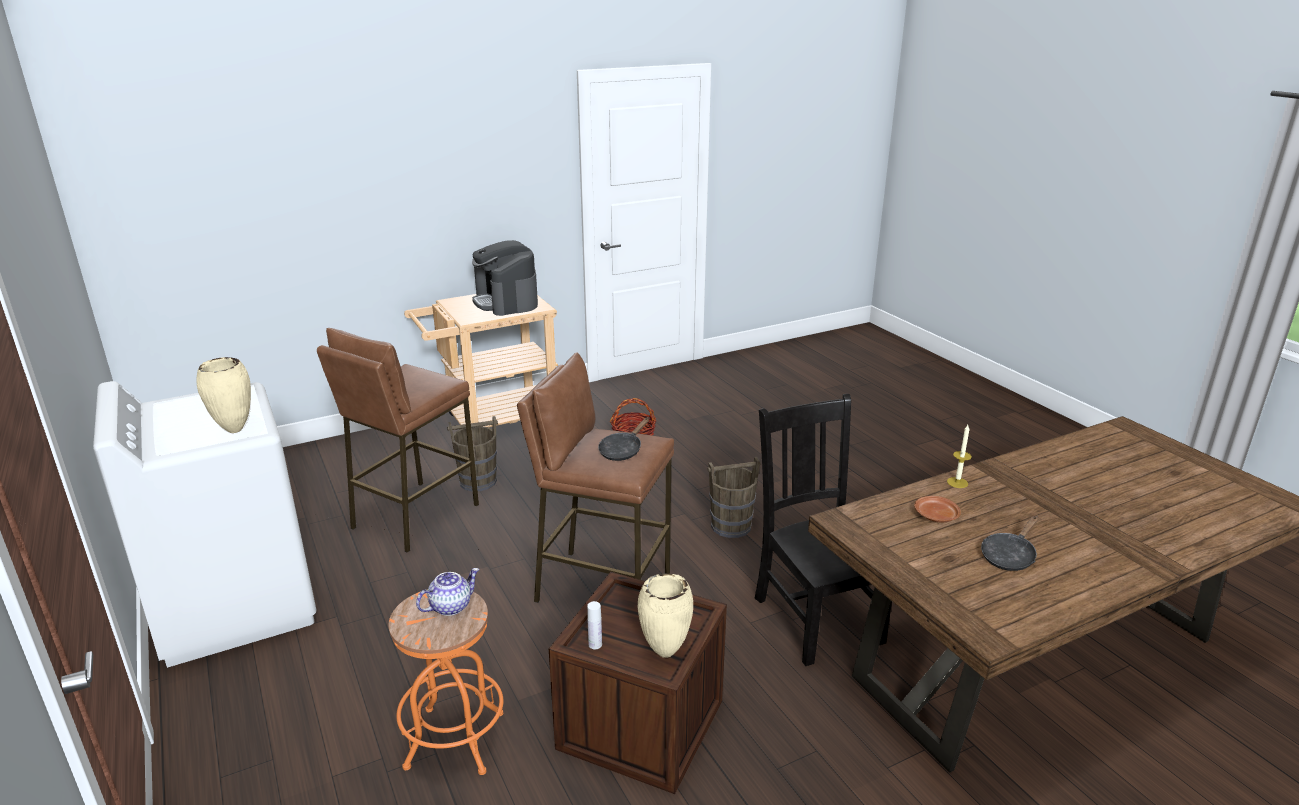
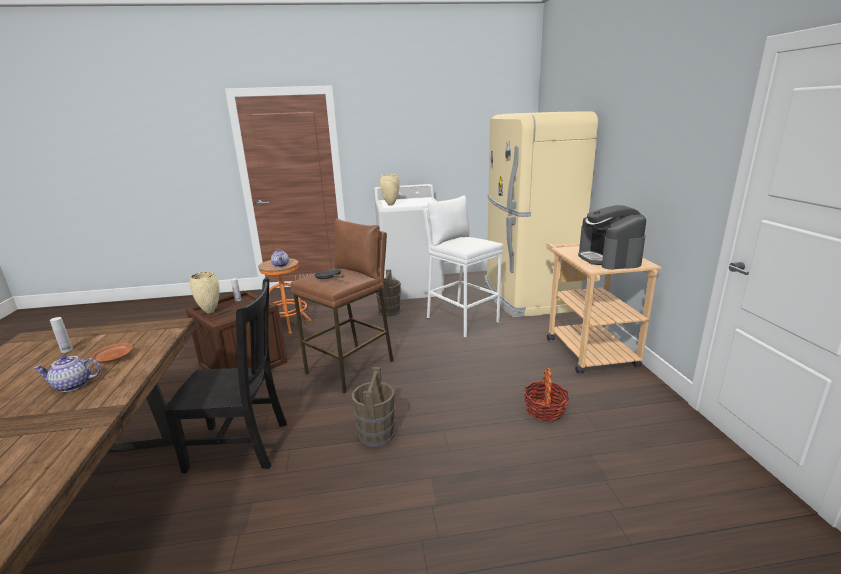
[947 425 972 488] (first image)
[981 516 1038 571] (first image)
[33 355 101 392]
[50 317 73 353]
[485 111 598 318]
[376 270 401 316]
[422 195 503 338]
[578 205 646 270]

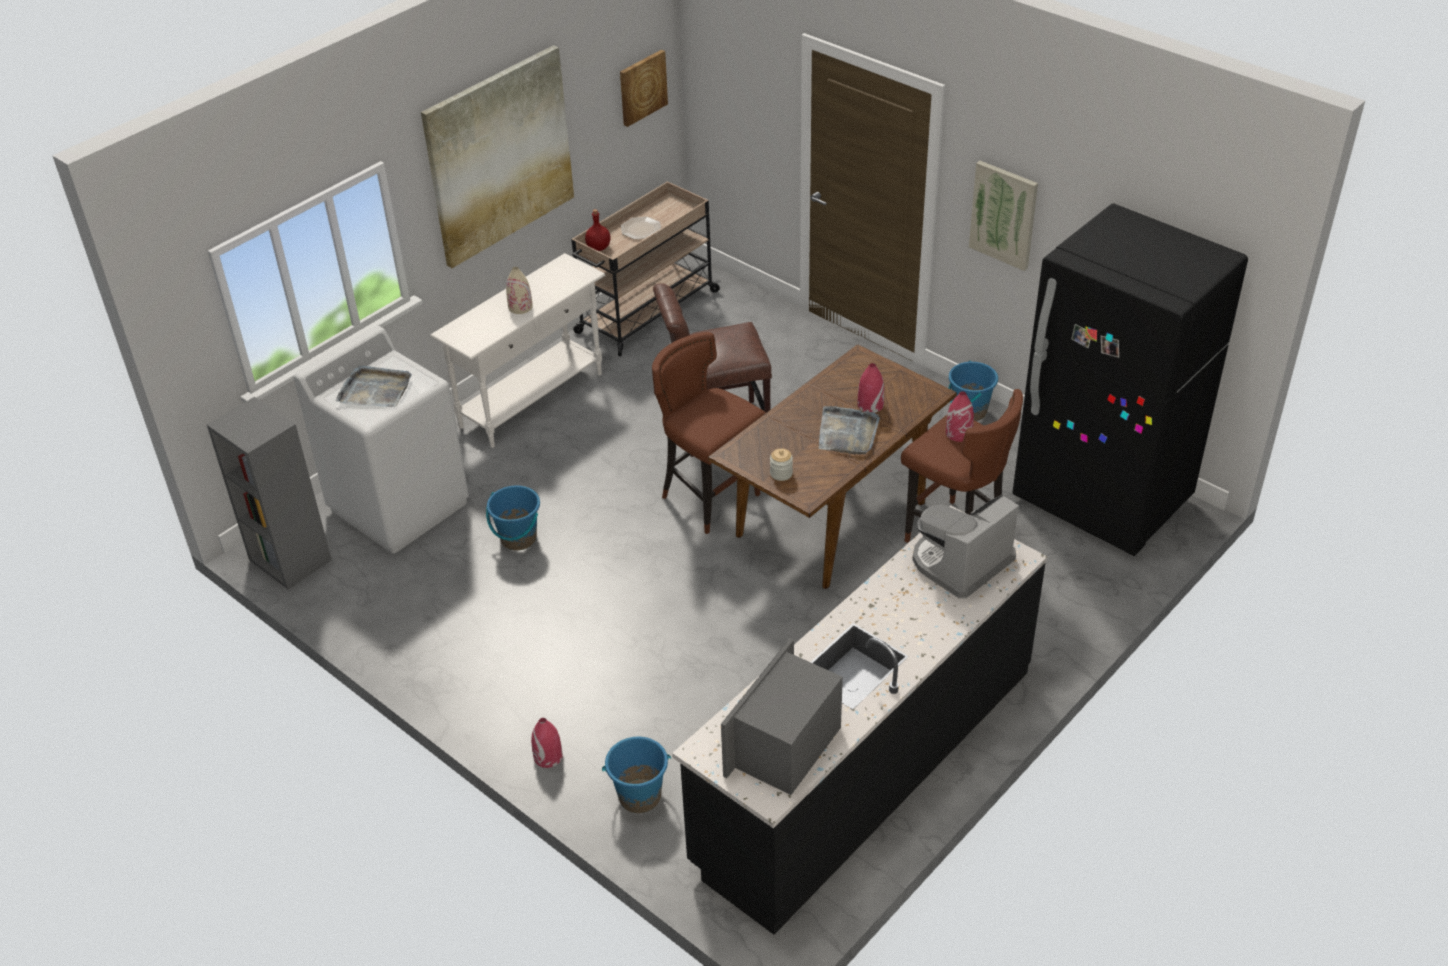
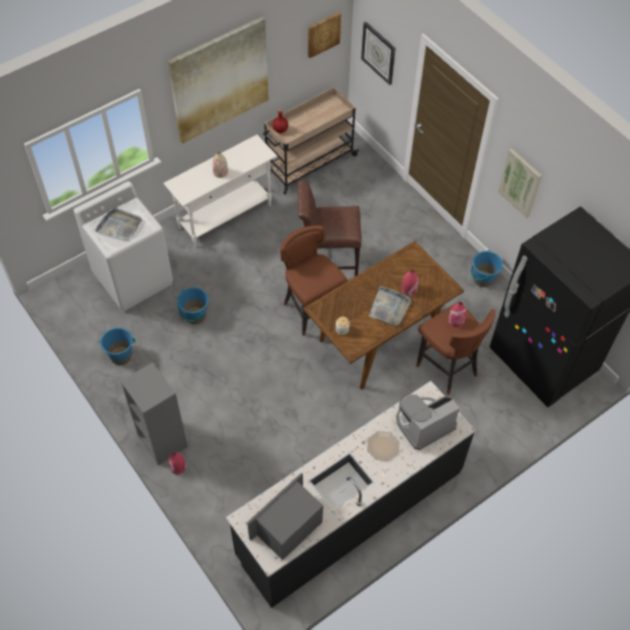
[361 22 395 85]
[121 362 188 465]
[99 327 136 365]
[367 431 399 461]

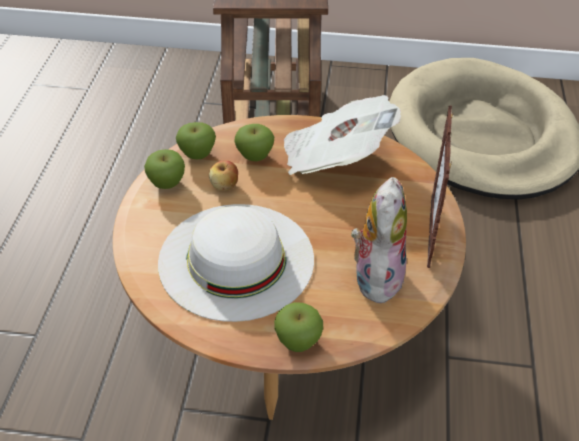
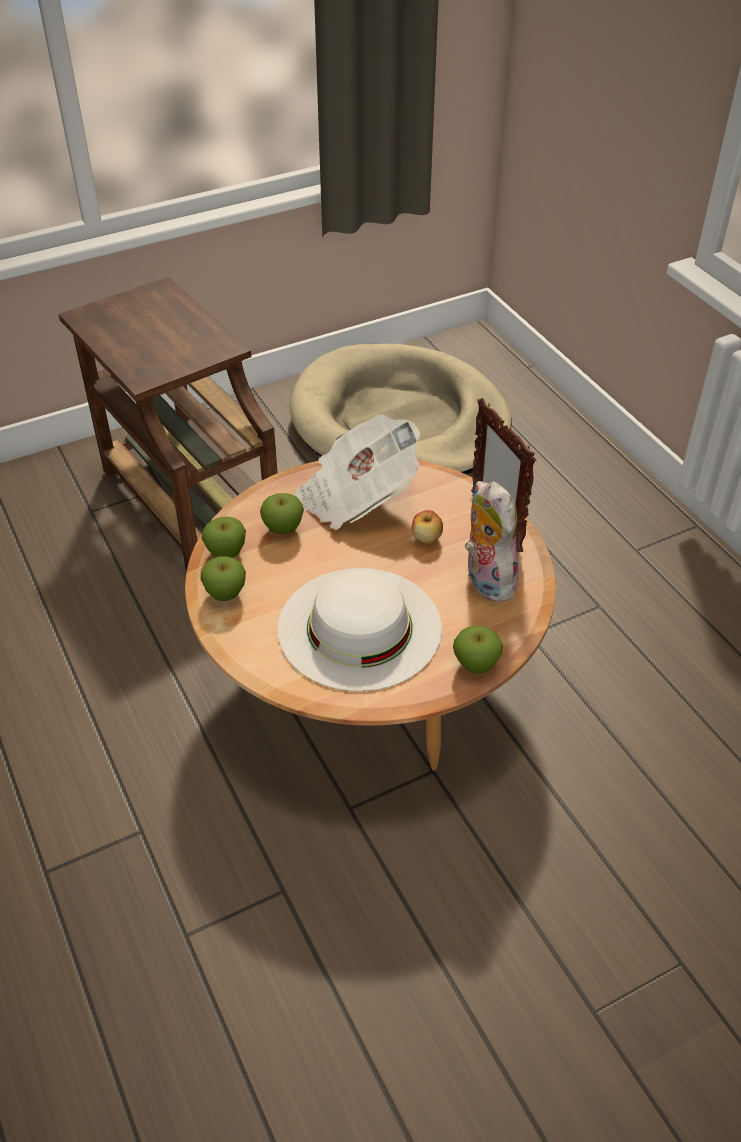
[412 510 443 543]

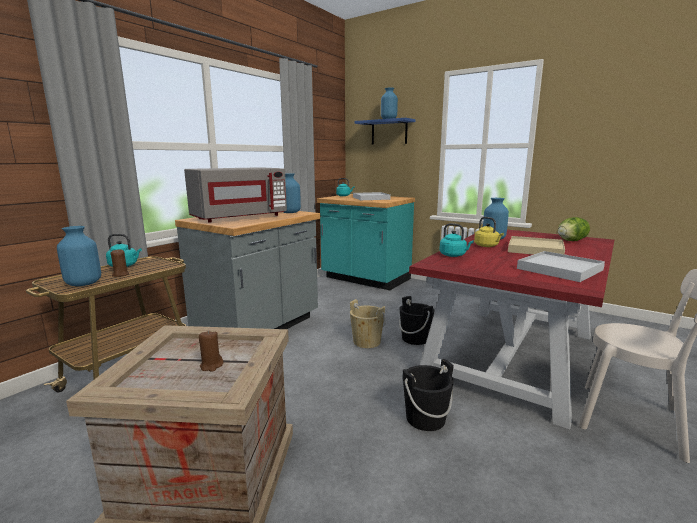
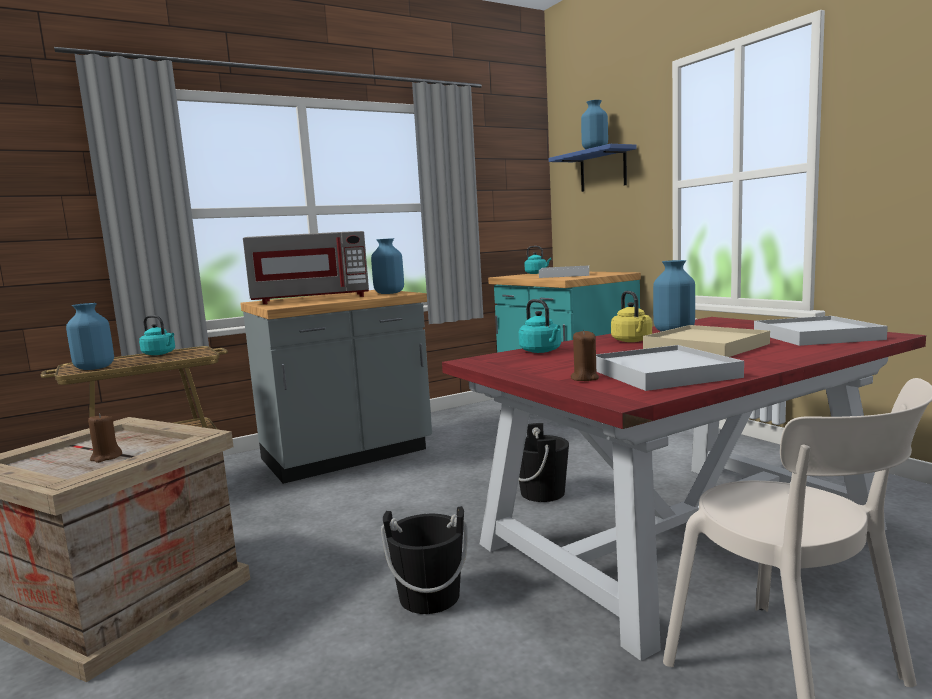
[350 299 386 348] (first image)
[571 330 599 381]
[754 316 888 346]

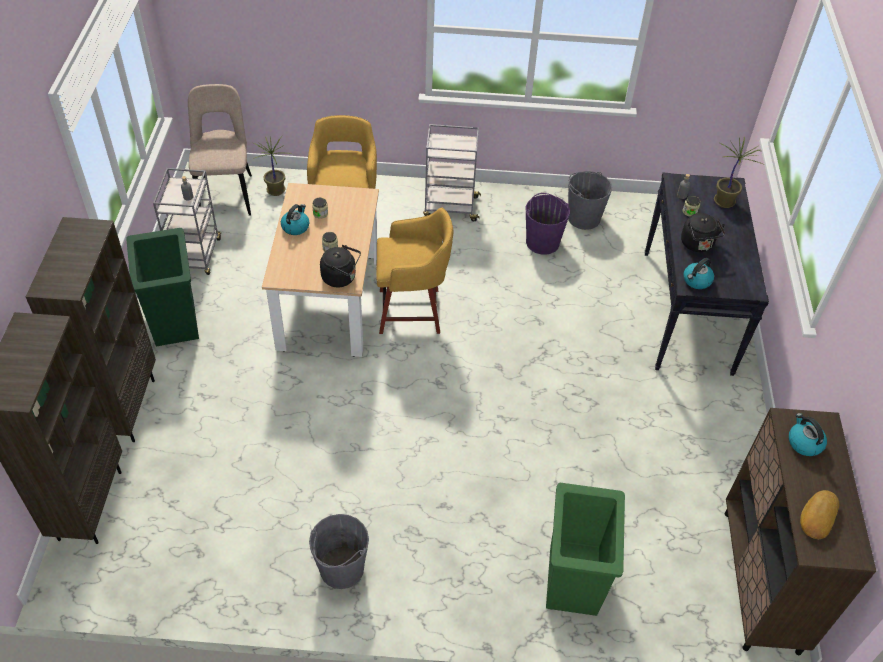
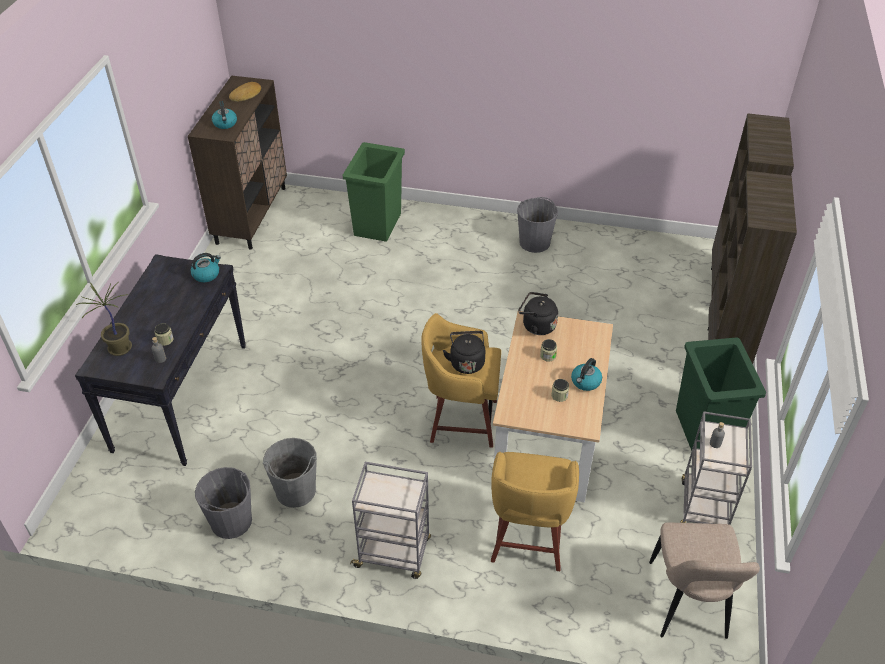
[252 136 292 196] (first image)
[443 331 485 374]
[263 438 317 508]

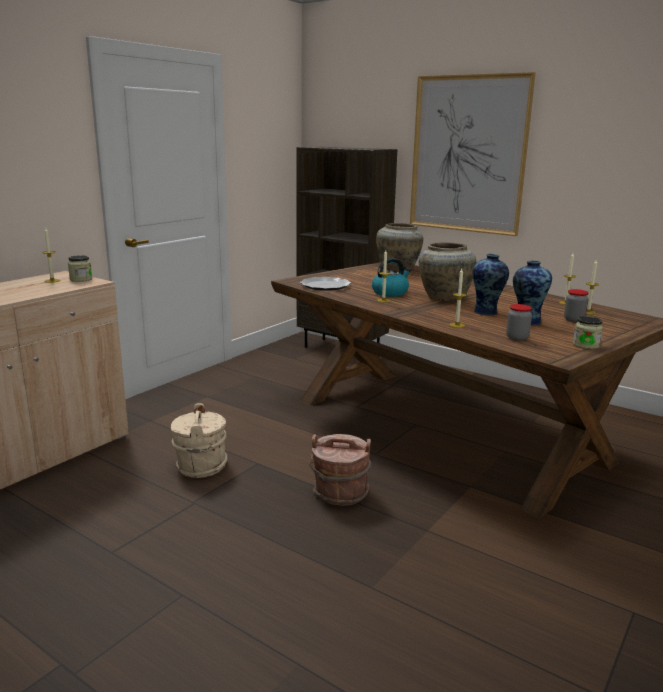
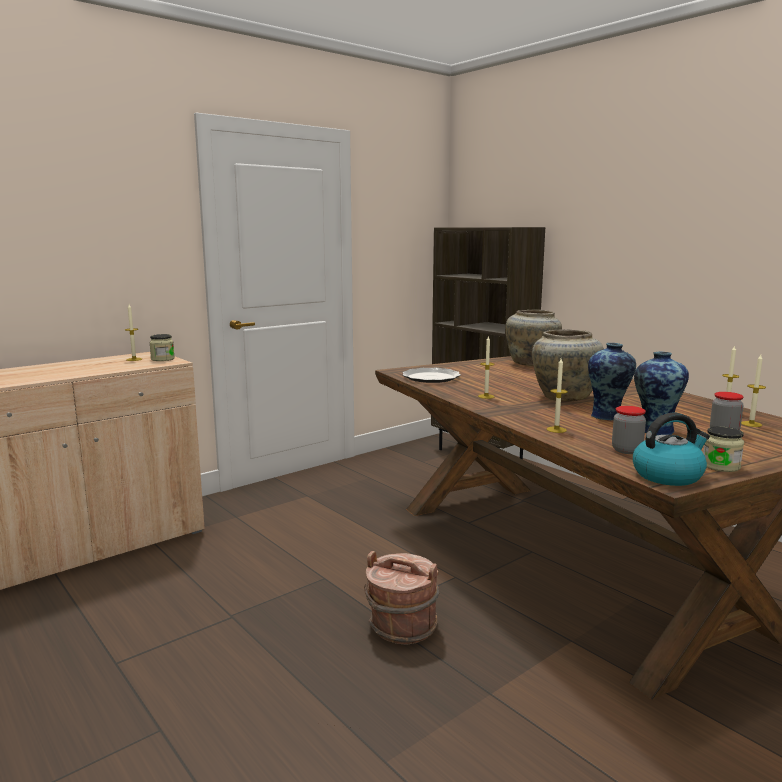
[171 403 227 478] (first image)
[410 72 536 236] (first image)
[633 413 710 486]

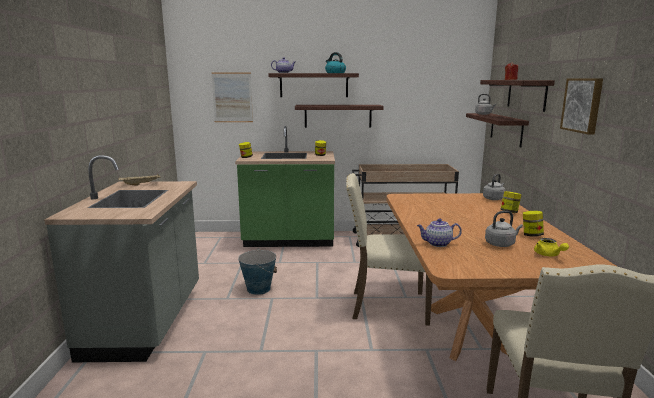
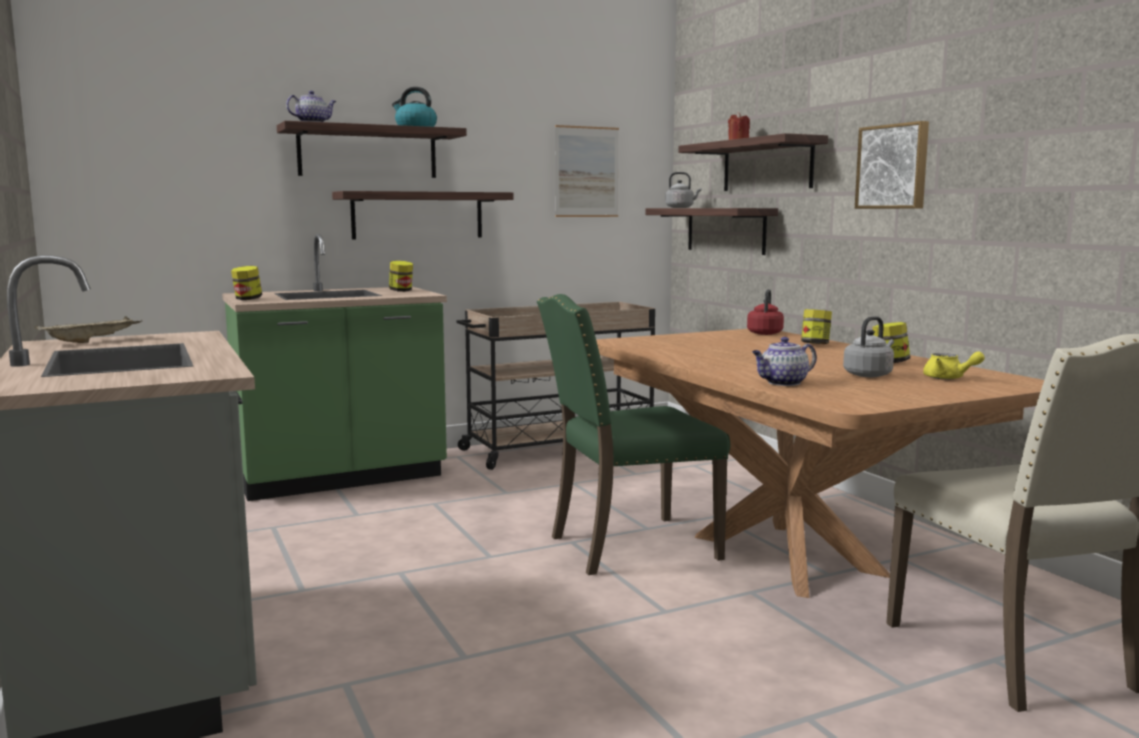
[238 249 277 295] (first image)
[555 125 619 217]
[537 294 730 575]
[747 289 784 335]

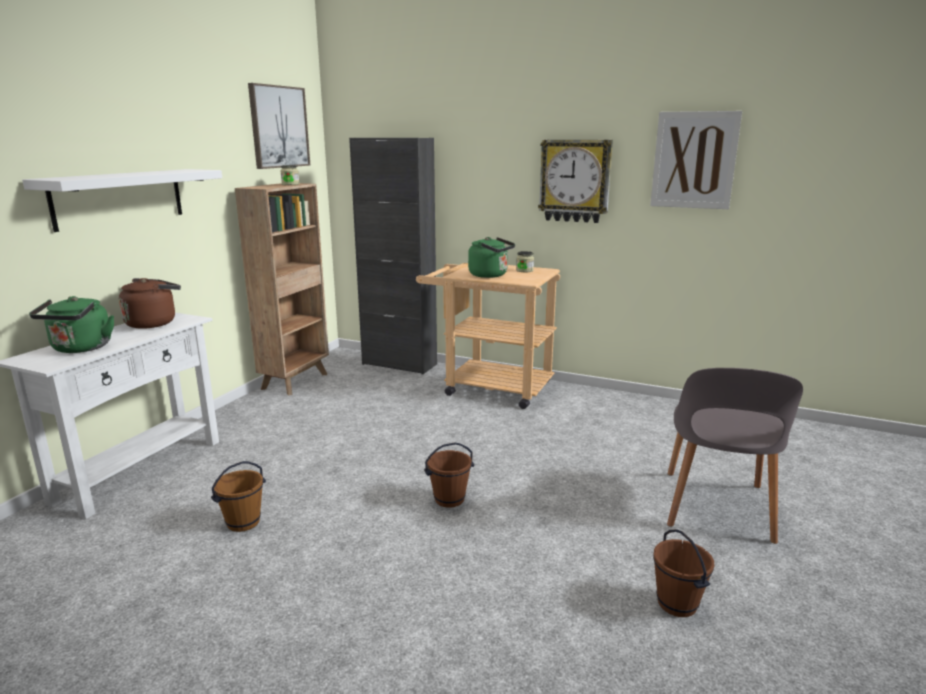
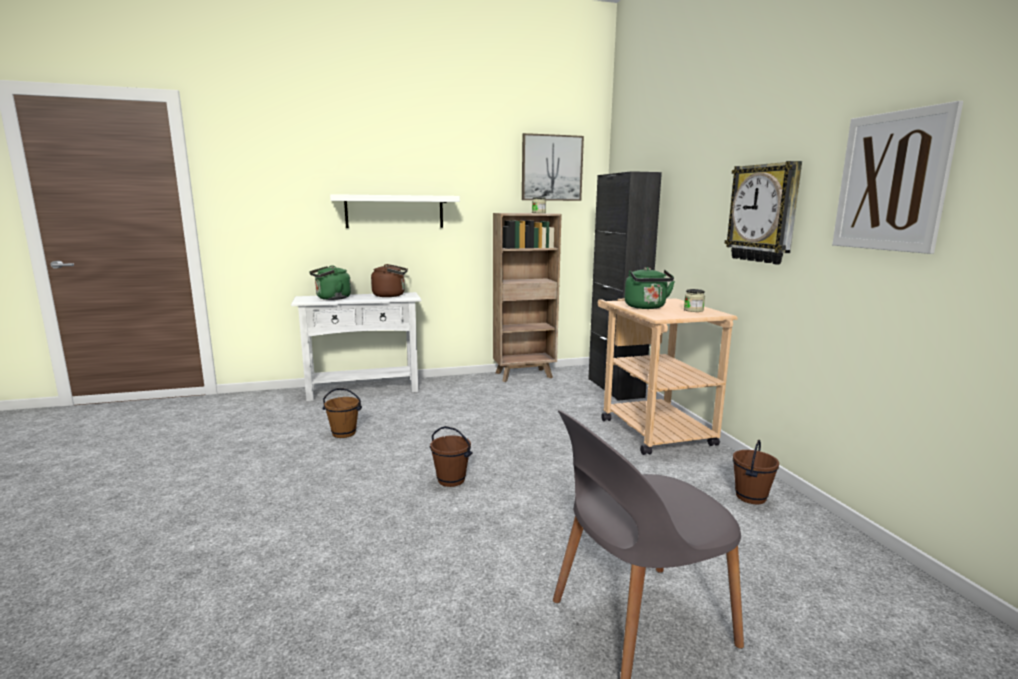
[733 440 779 504]

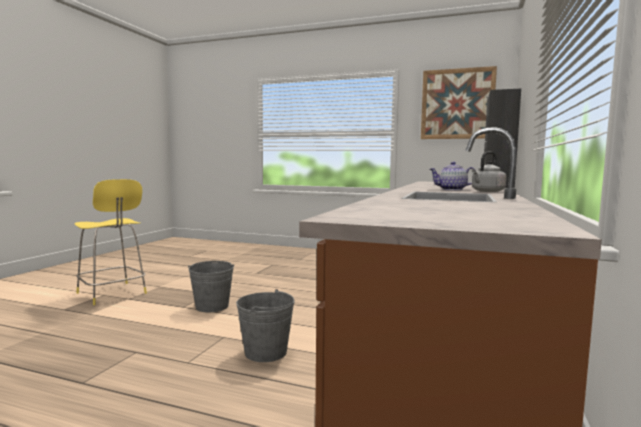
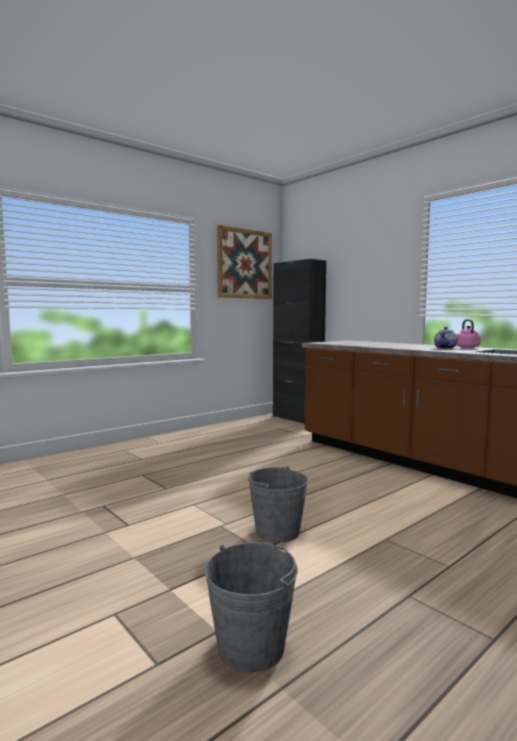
[75 179 147 305] (first image)
[205 542 298 672]
[457 319 481 348]

